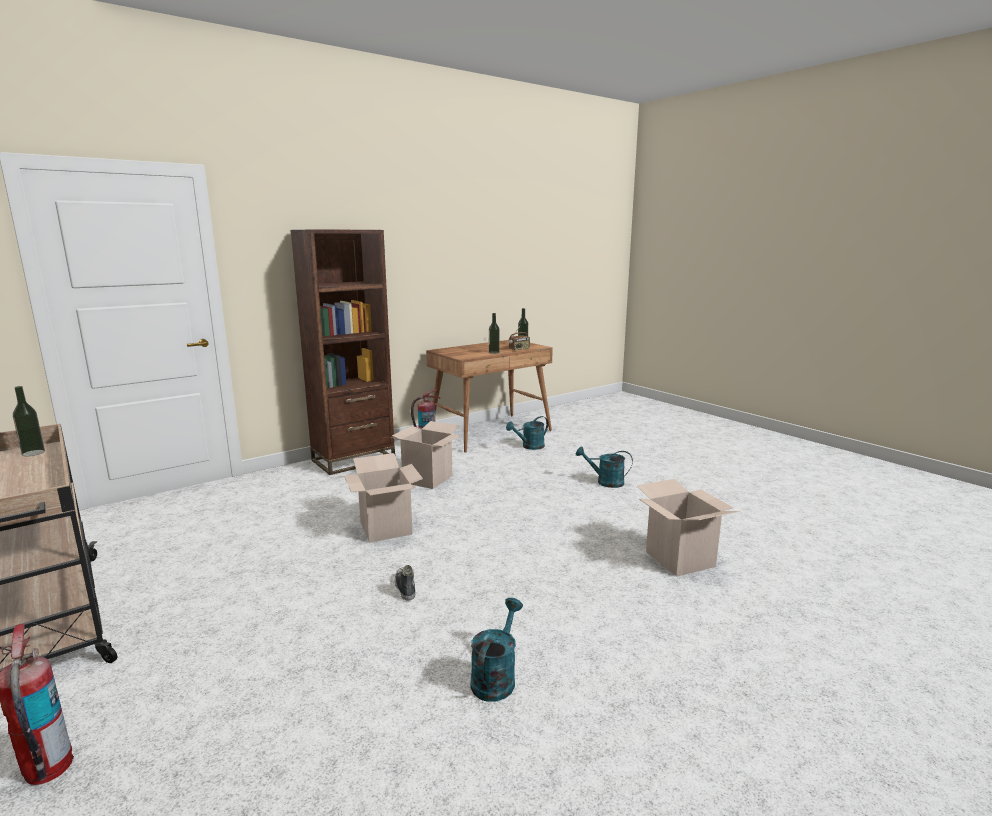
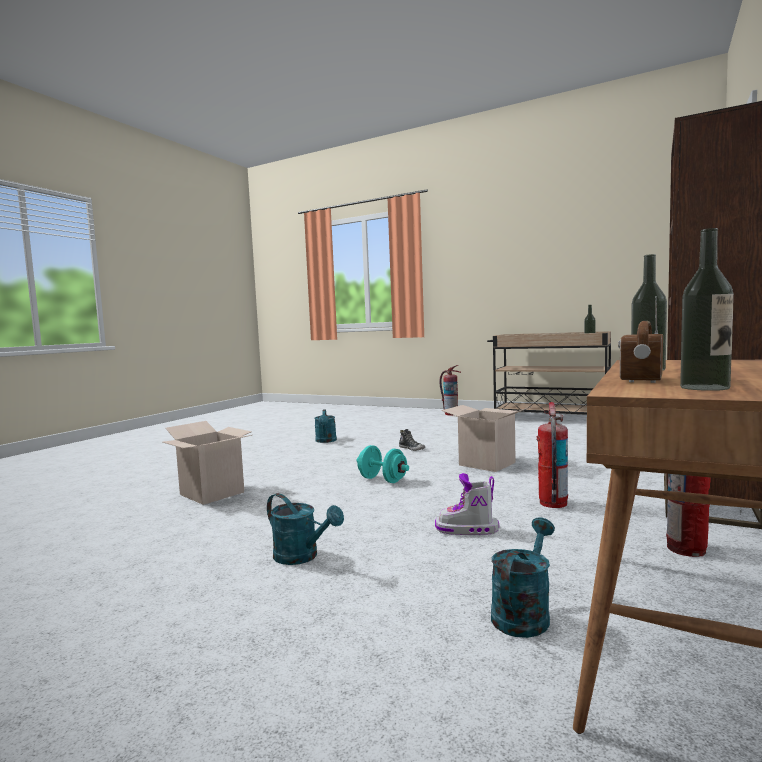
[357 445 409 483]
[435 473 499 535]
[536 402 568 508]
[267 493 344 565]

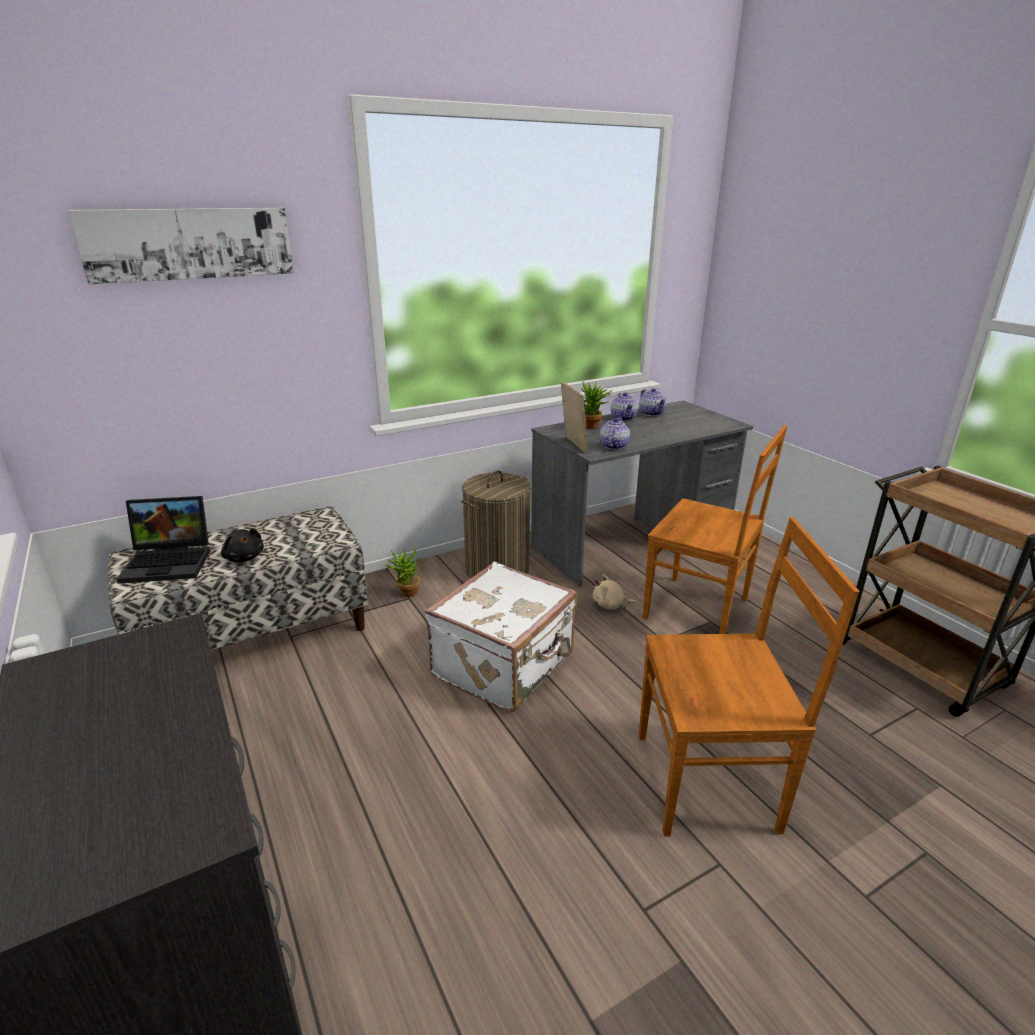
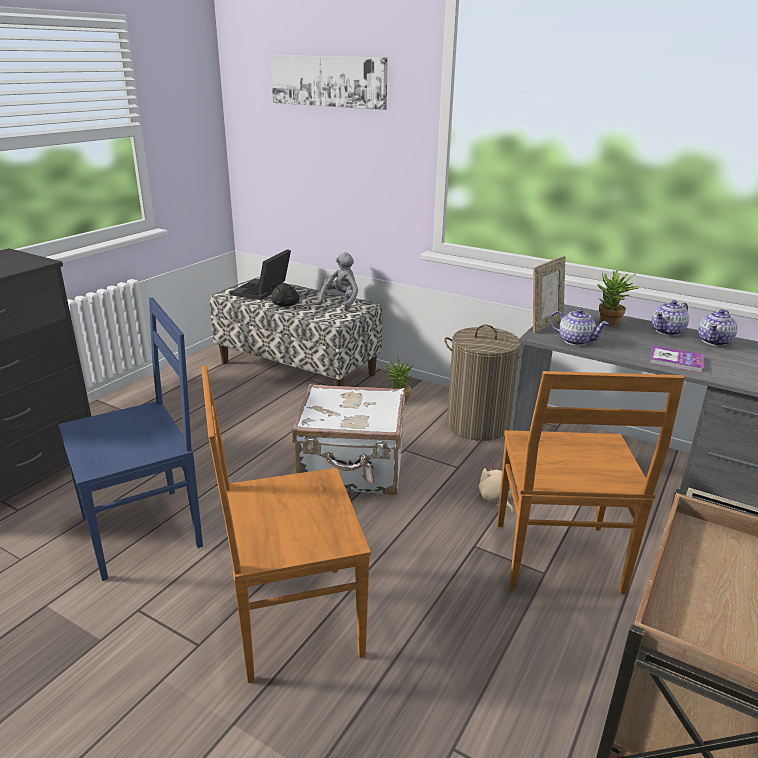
[58 298 203 581]
[318 252 358 311]
[649 346 704 373]
[230 249 291 300]
[550 309 609 346]
[201 365 371 683]

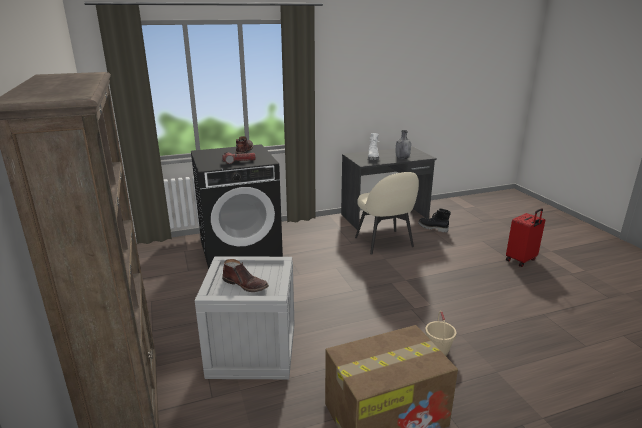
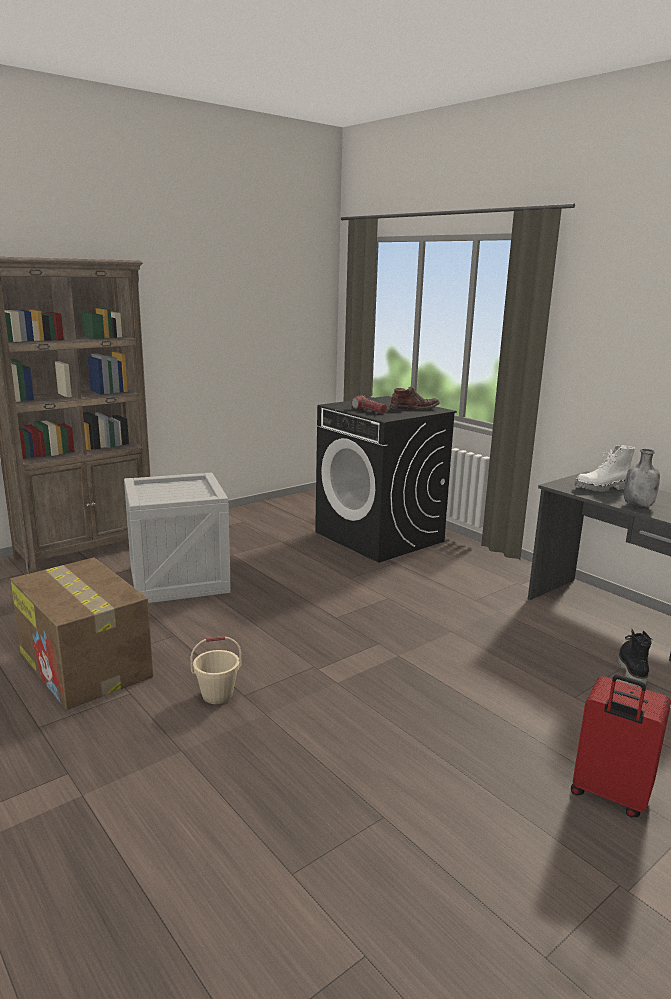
[222 259 269 292] (first image)
[355 172 419 254] (first image)

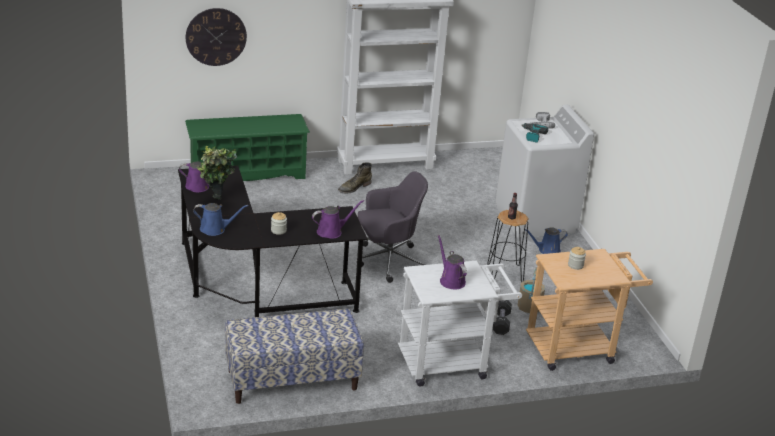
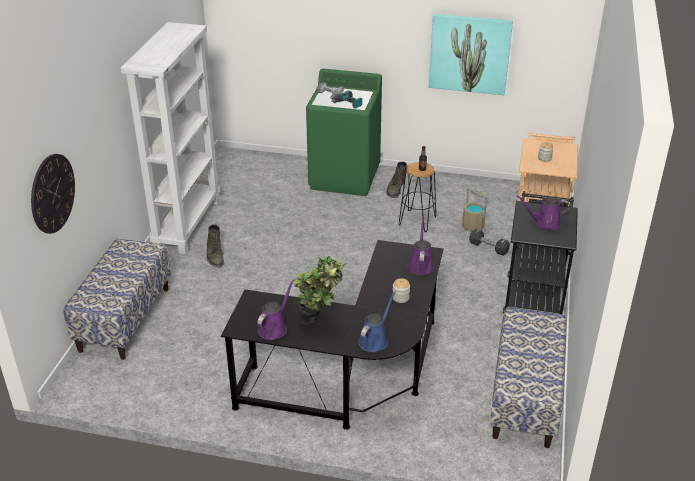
[358 171 428 283] (first image)
[429 14 513 95]
[64 239 171 360]
[386 161 407 198]
[503 191 578 314]
[306 69 382 196]

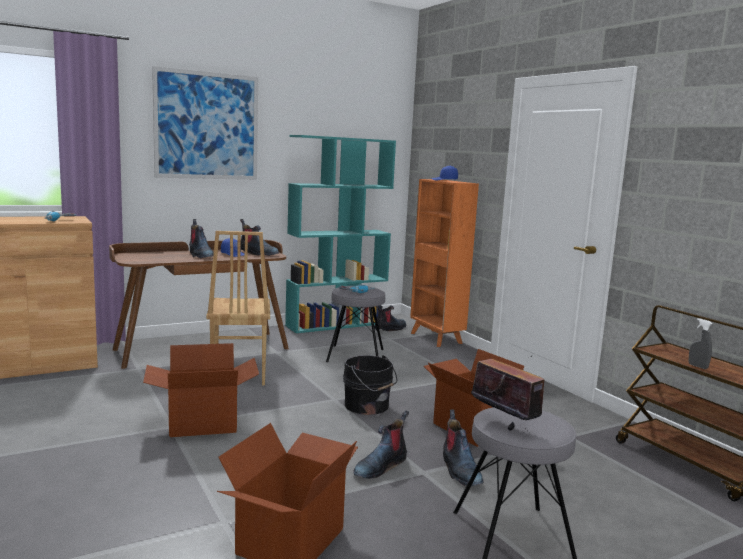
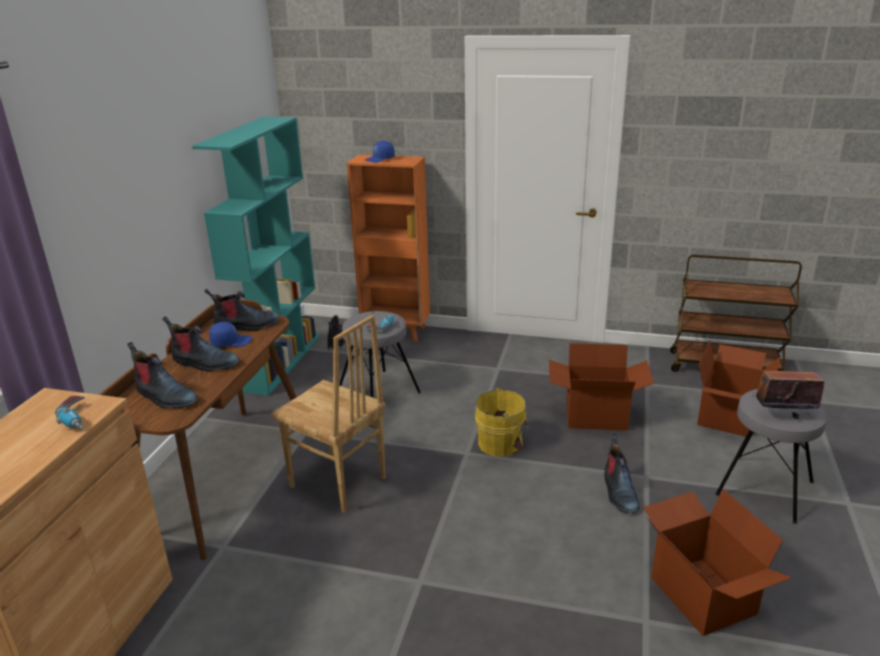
[152 66 258 180] (first image)
[689 318 712 369] (first image)
[697 340 781 437]
[127 342 198 409]
[475 387 528 457]

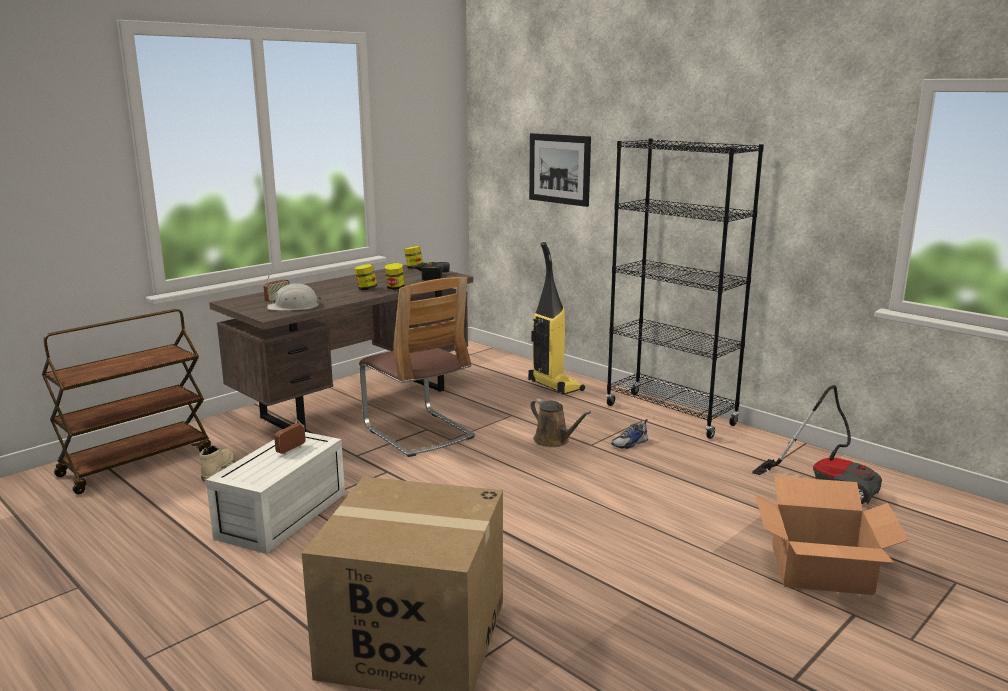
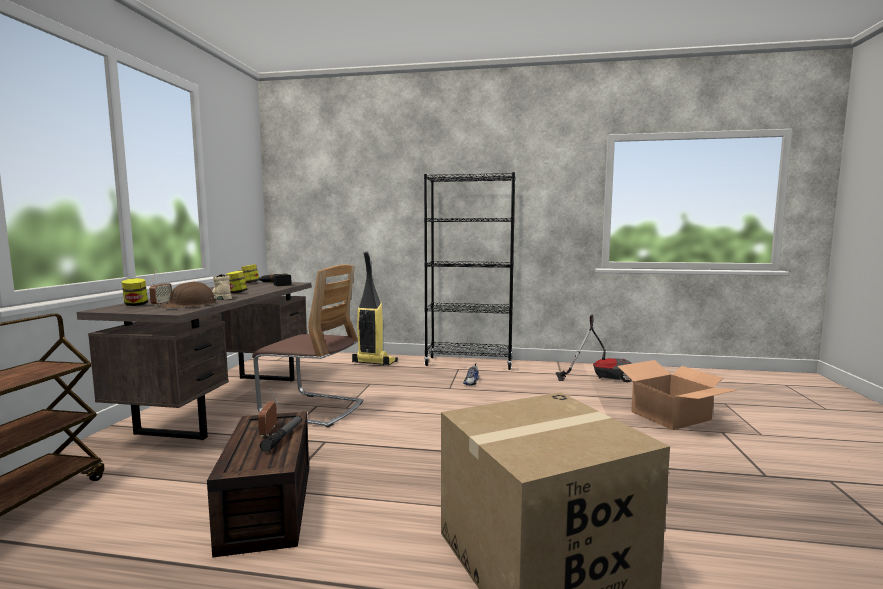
[529 133 591 207] (first image)
[530 399 591 447] (first image)
[260 416 302 452]
[212 274 232 300]
[121 278 148 306]
[207 412 309 558]
[160 282 217 308]

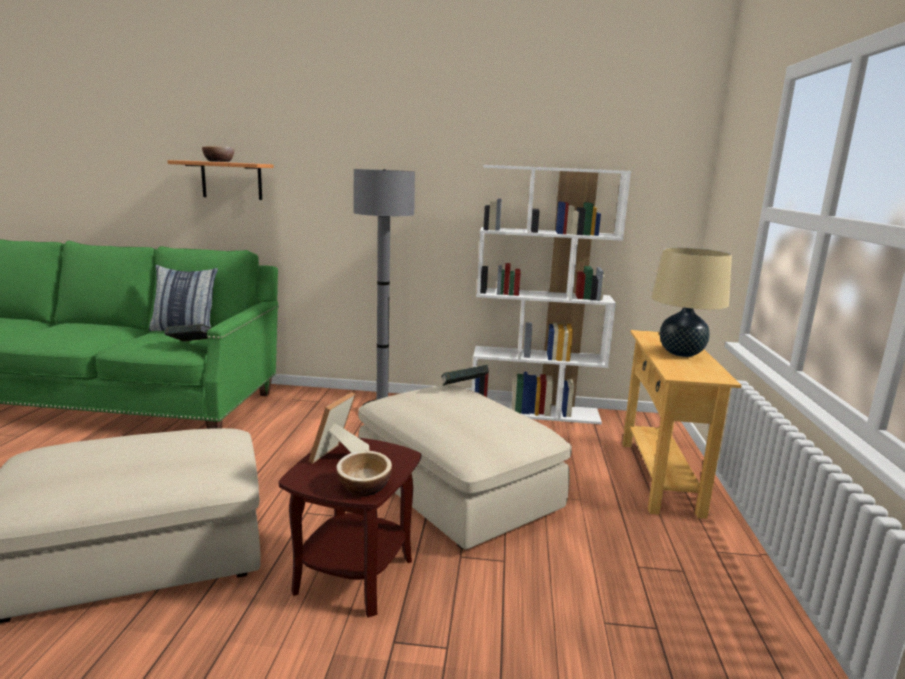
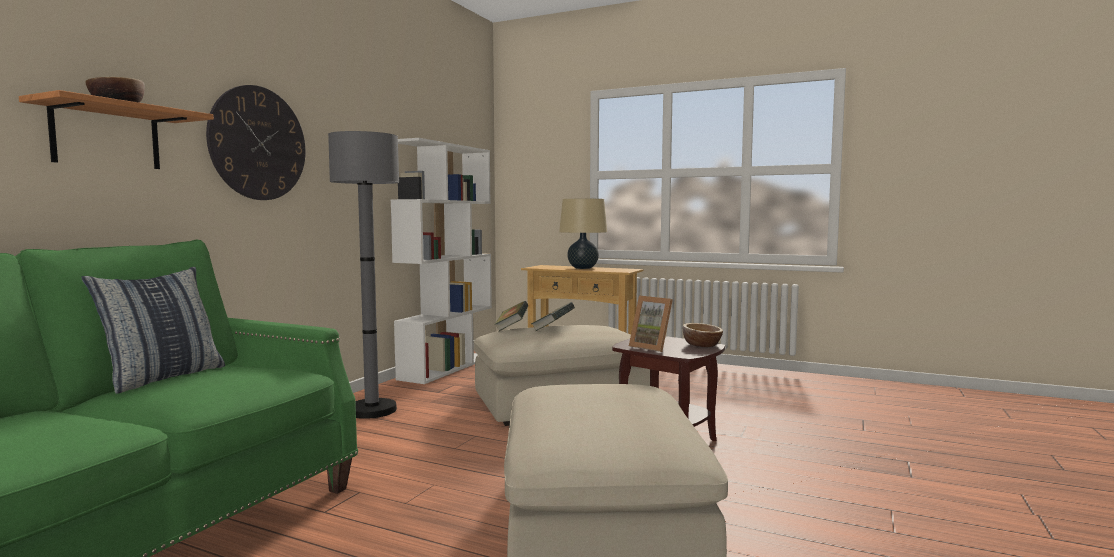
[206 85 306 200]
[531 302 575 331]

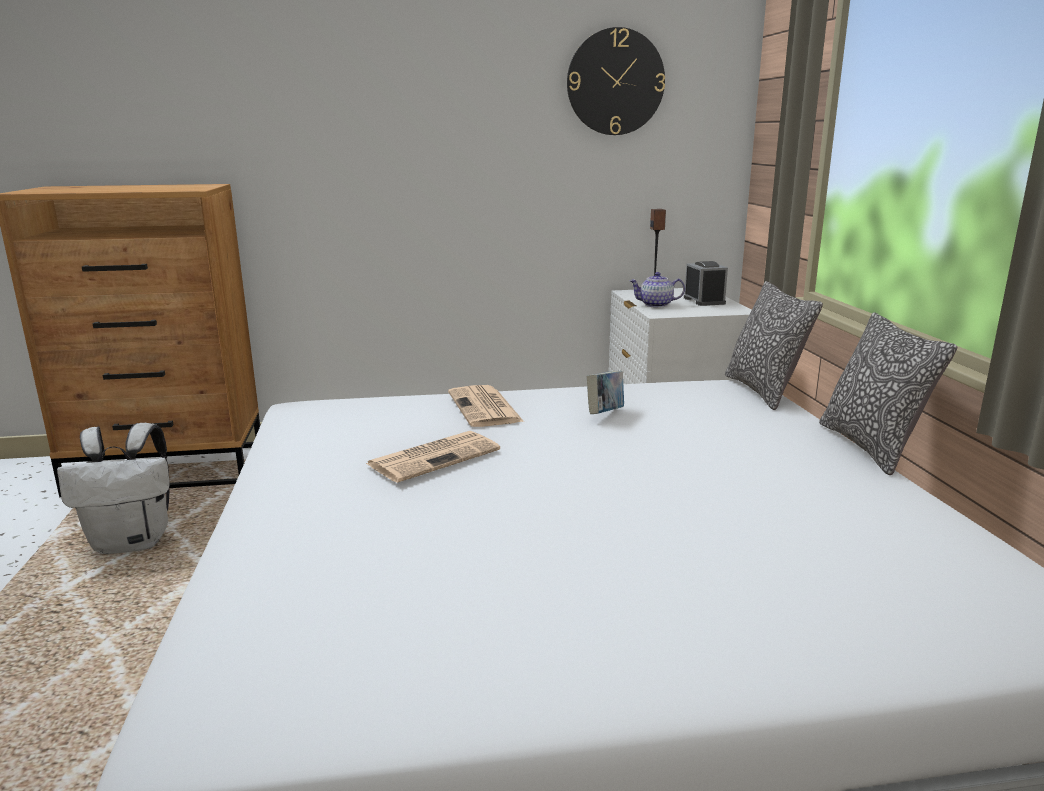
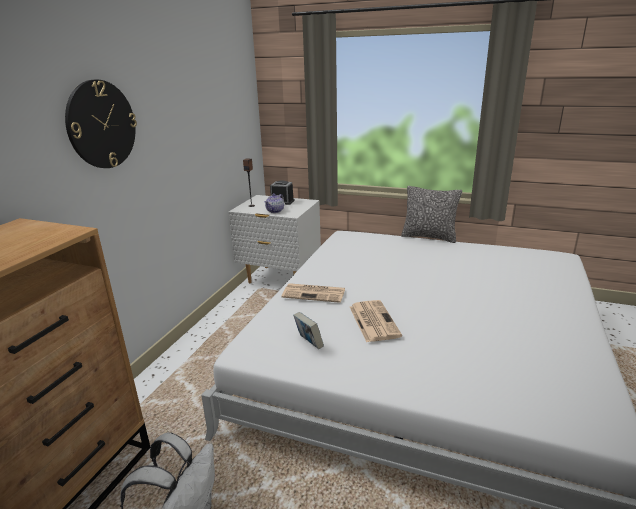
[725 281 823 410] (first image)
[65 80 137 168]
[293 312 324 349]

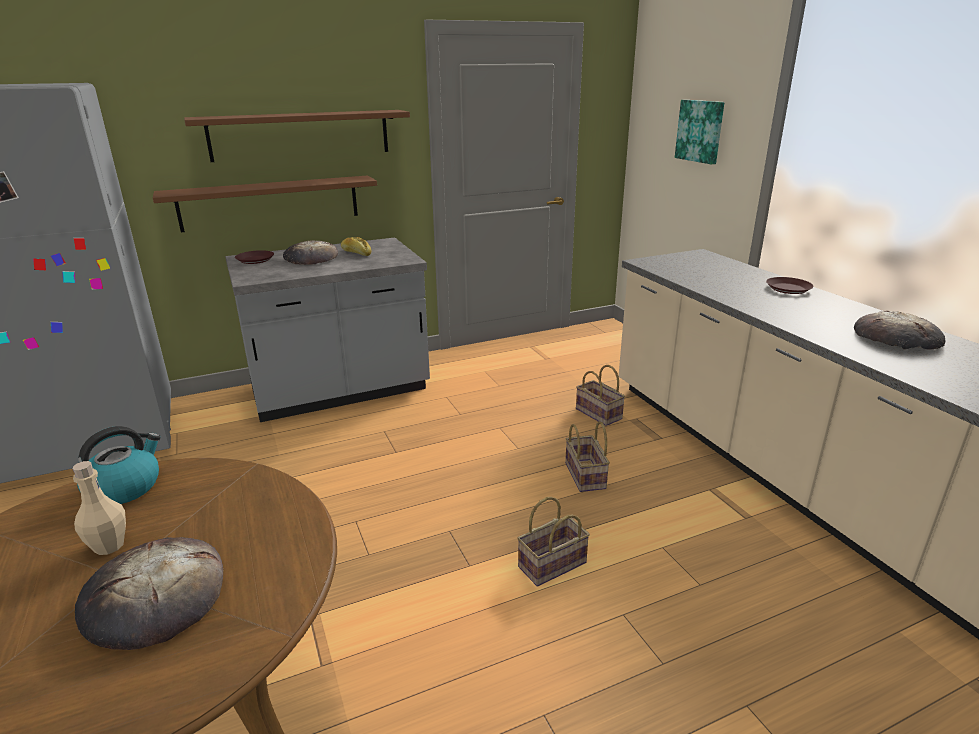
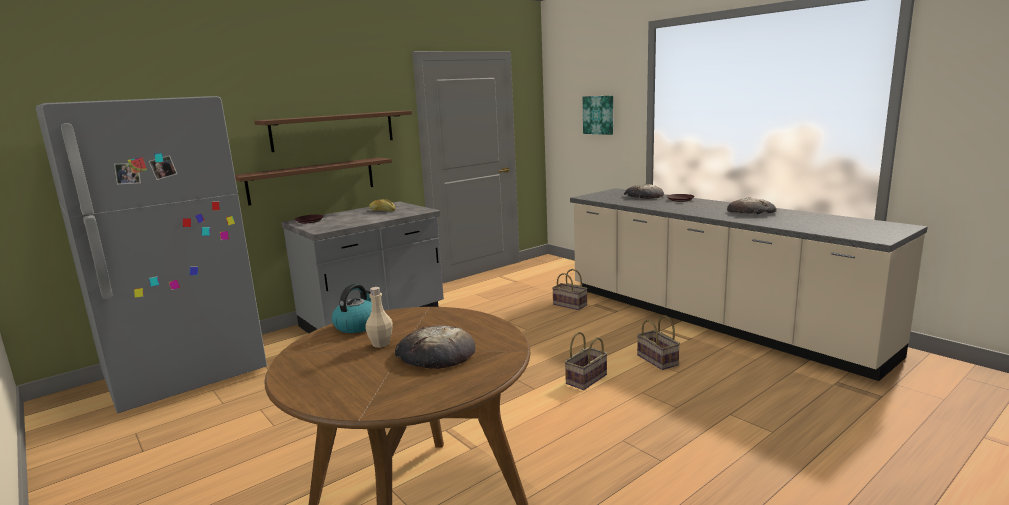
[624 184 664 199]
[637 315 680 370]

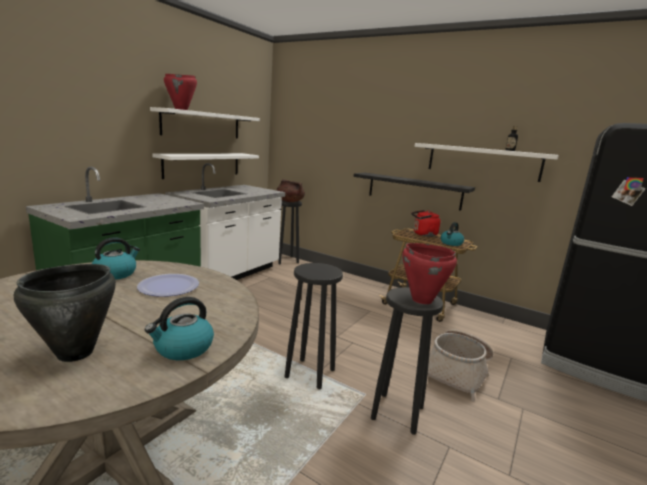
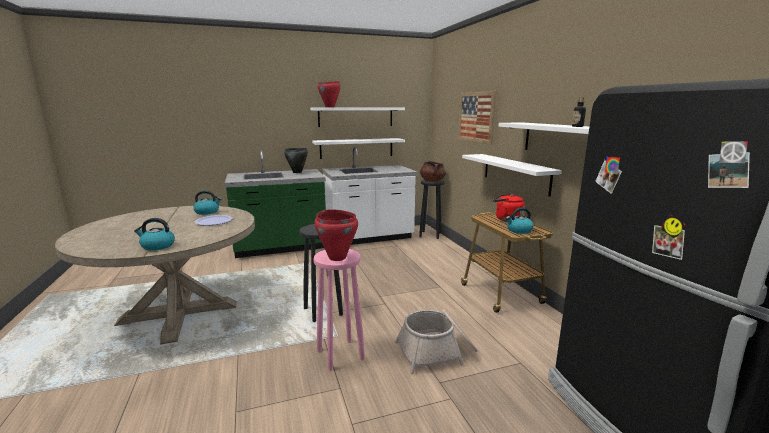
[458 91 496 145]
[284 148 308 173]
[462 154 562 197]
[314 249 365 371]

